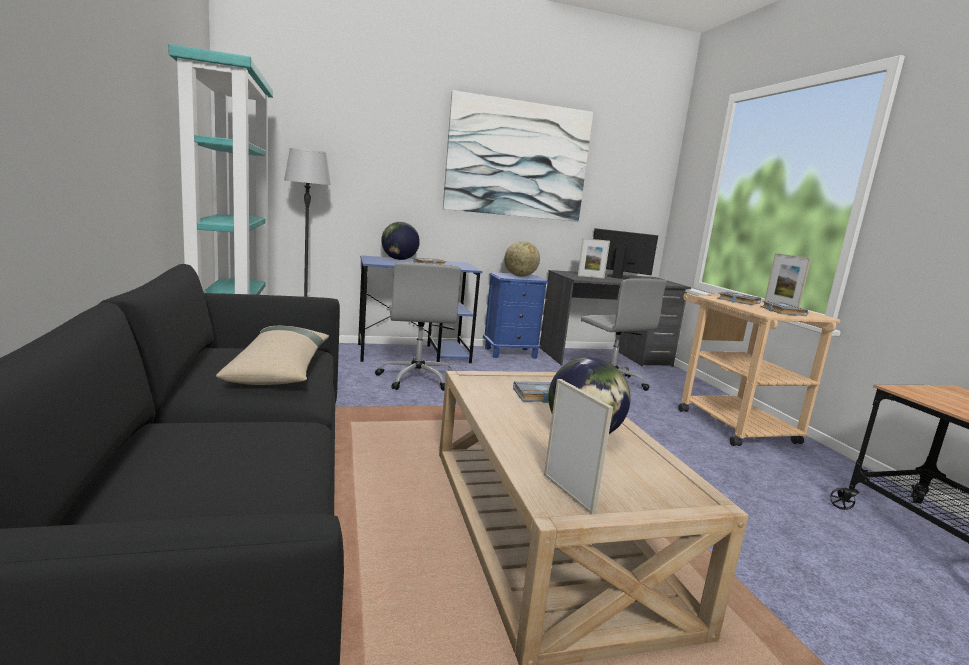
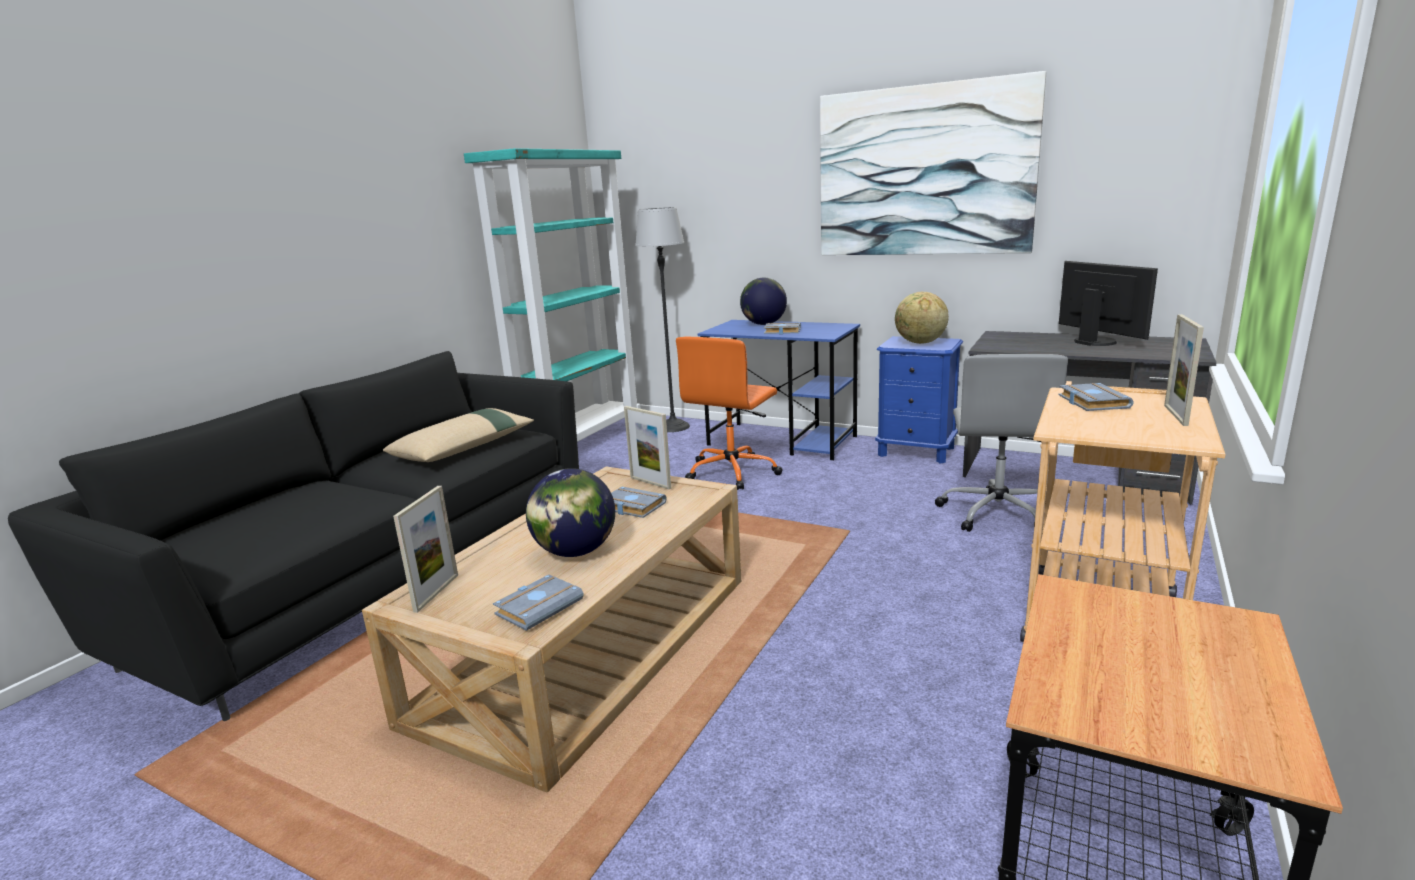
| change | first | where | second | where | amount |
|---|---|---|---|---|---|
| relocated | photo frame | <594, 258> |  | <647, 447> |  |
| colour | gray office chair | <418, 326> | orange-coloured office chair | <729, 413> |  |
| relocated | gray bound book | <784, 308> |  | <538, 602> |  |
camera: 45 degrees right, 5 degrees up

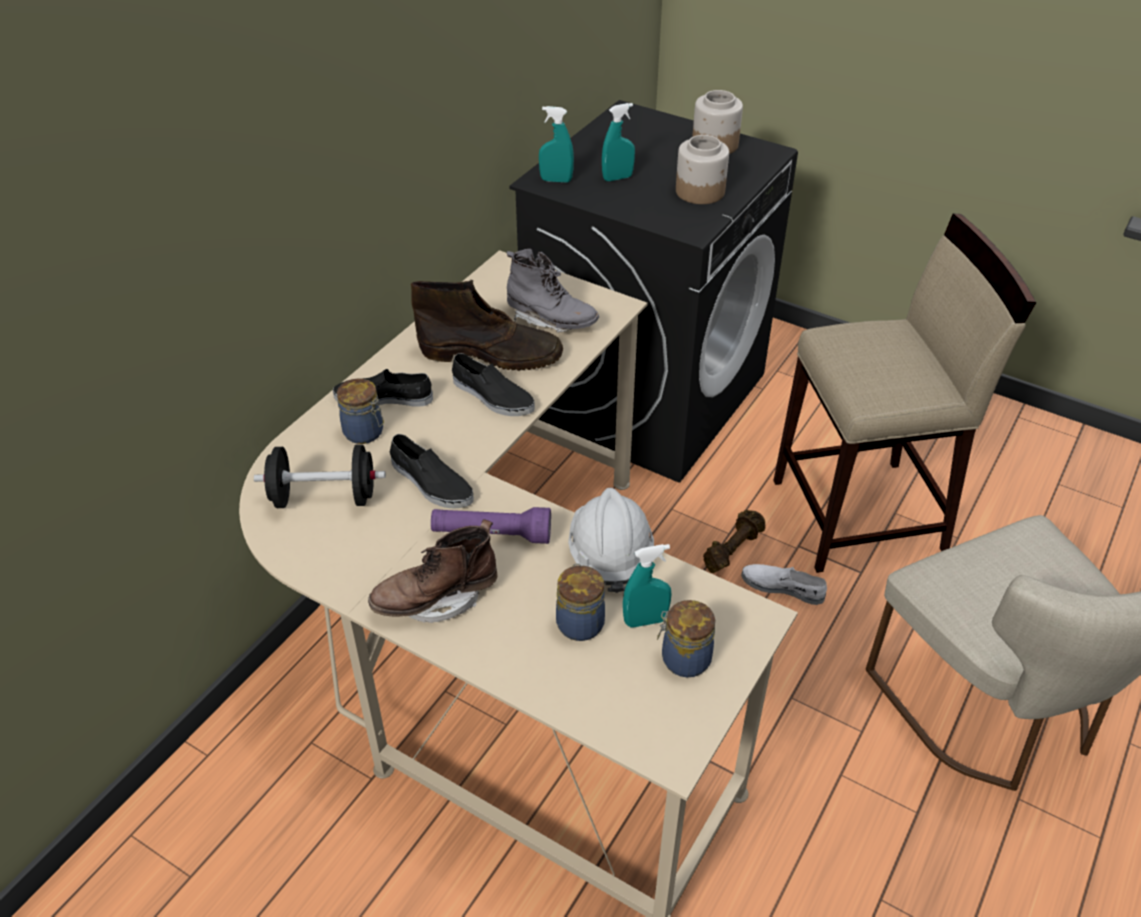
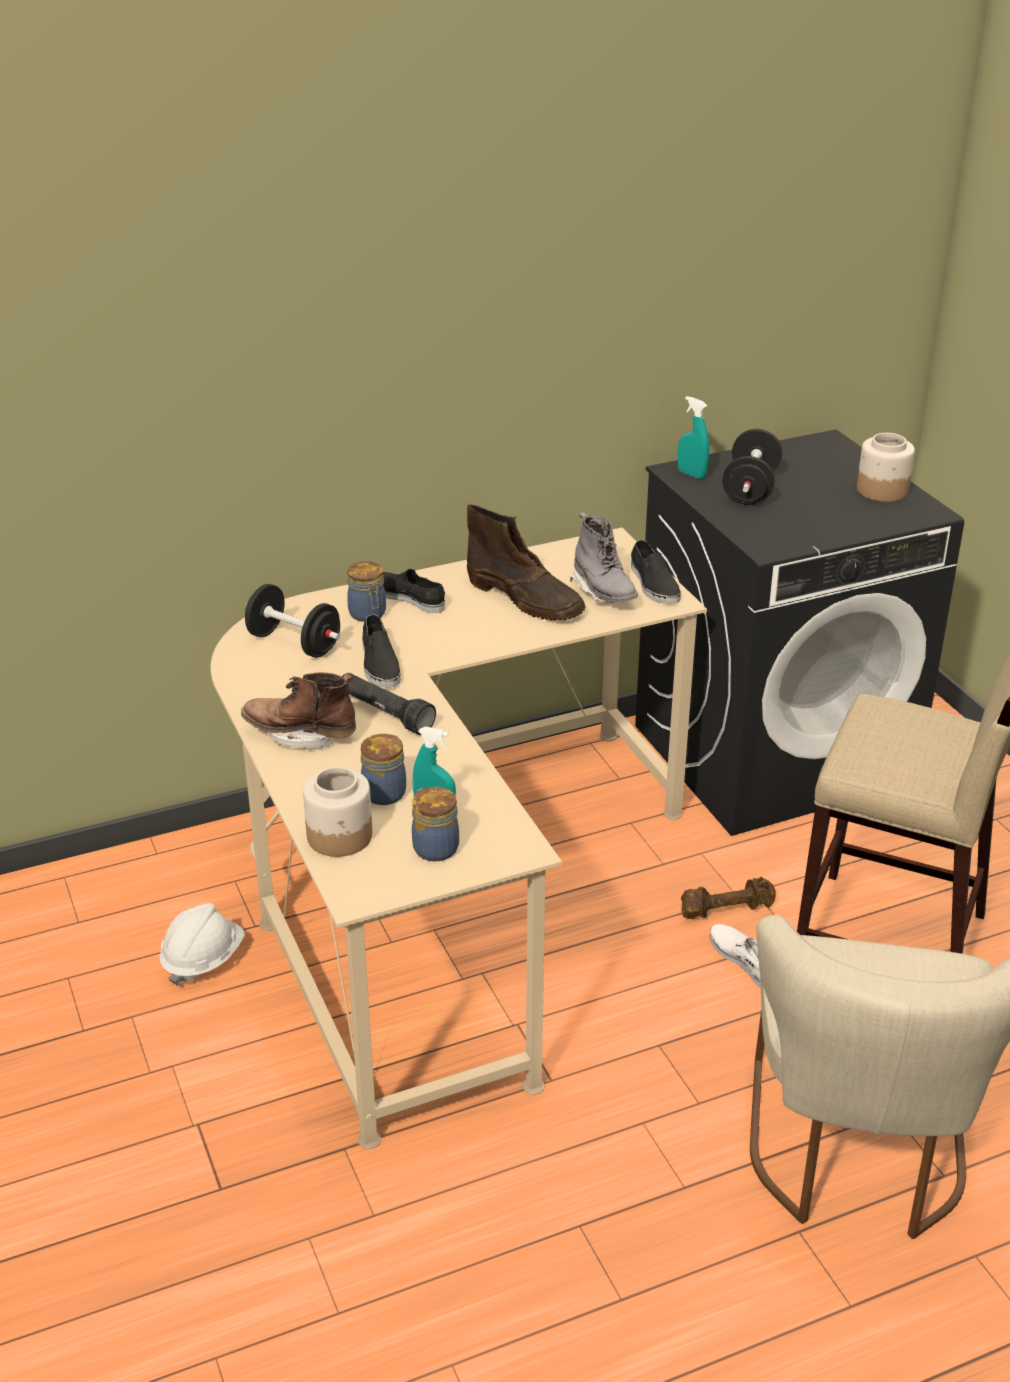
| change | first | where | second | where | amount |
|---|---|---|---|---|---|
| exchanged | turquoise hand sprayer | <618, 142> | blackish free weight | <752, 467> |  |
| relocated | jar | <702, 169> |  | <337, 812> |  |
| relocated | blackish shoe | <493, 384> |  | <656, 572> |  |
| relocated | white safety helmet | <611, 540> |  | <202, 944> |  |
| colour | purplish flashlight | <491, 525> | blackish flashlight | <389, 704> |  |
camera: 35 degrees right, 10 degrees down

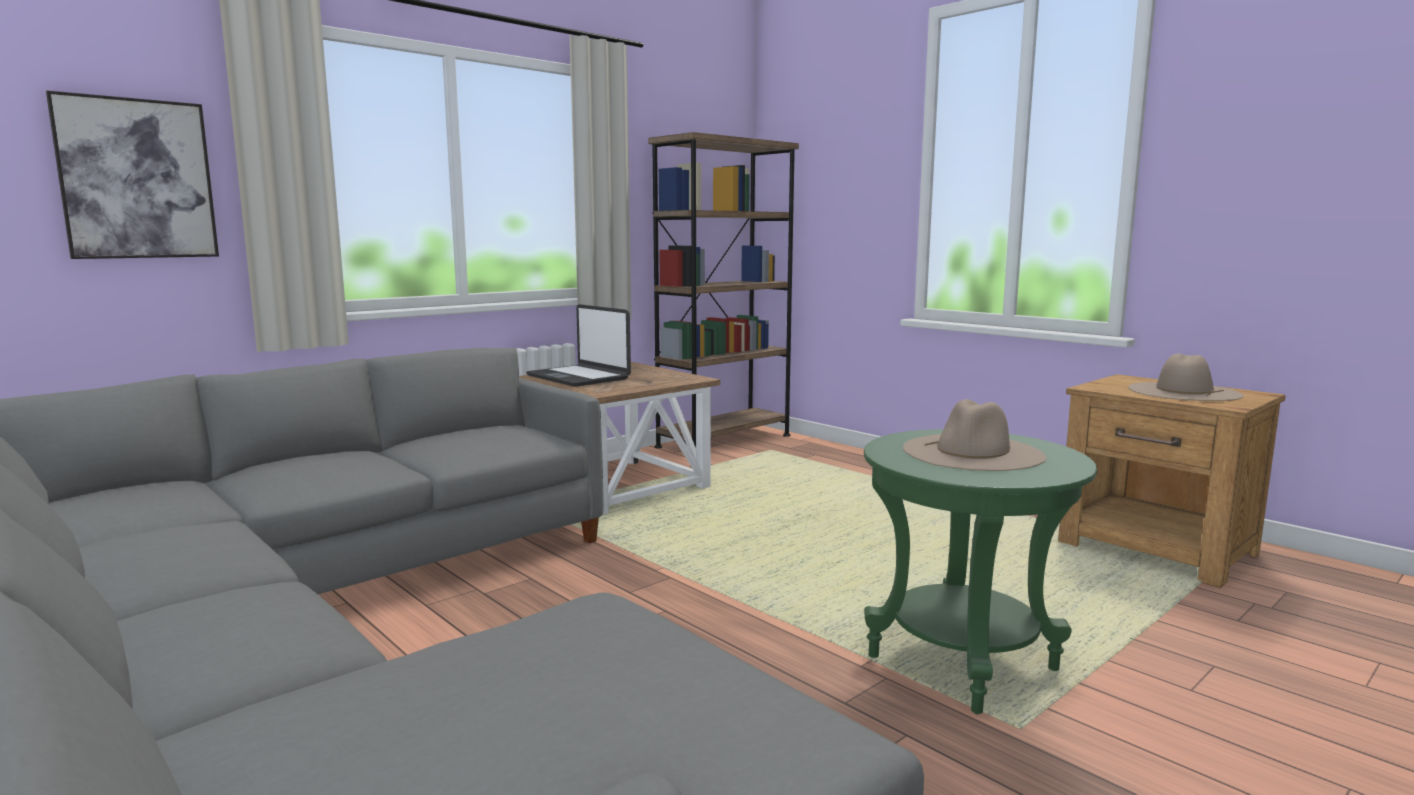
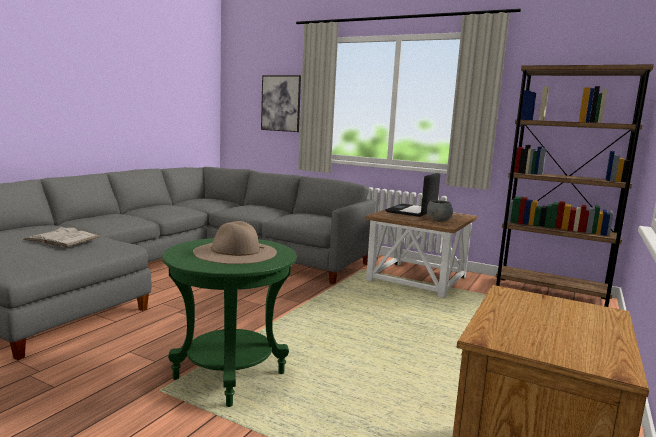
| change | first | where | second | where | amount |
|---|---|---|---|---|---|
| missing | sand-coloured hat | <1186, 377> |  |  |  |
| appeared |  |  | gray bowl | <440, 211> |  |
| appeared |  |  | white bound book | <61, 236> |  |
camera: 70 degrees right, 0 degrees up

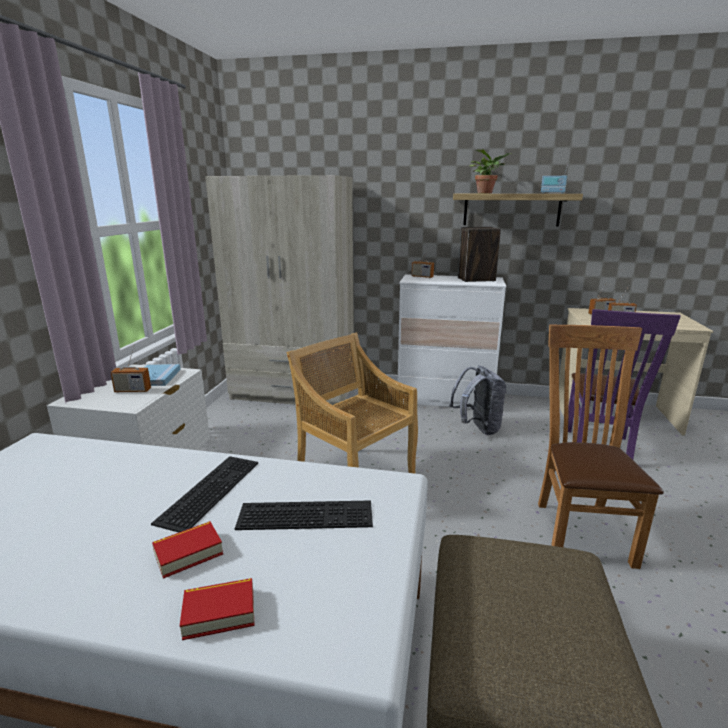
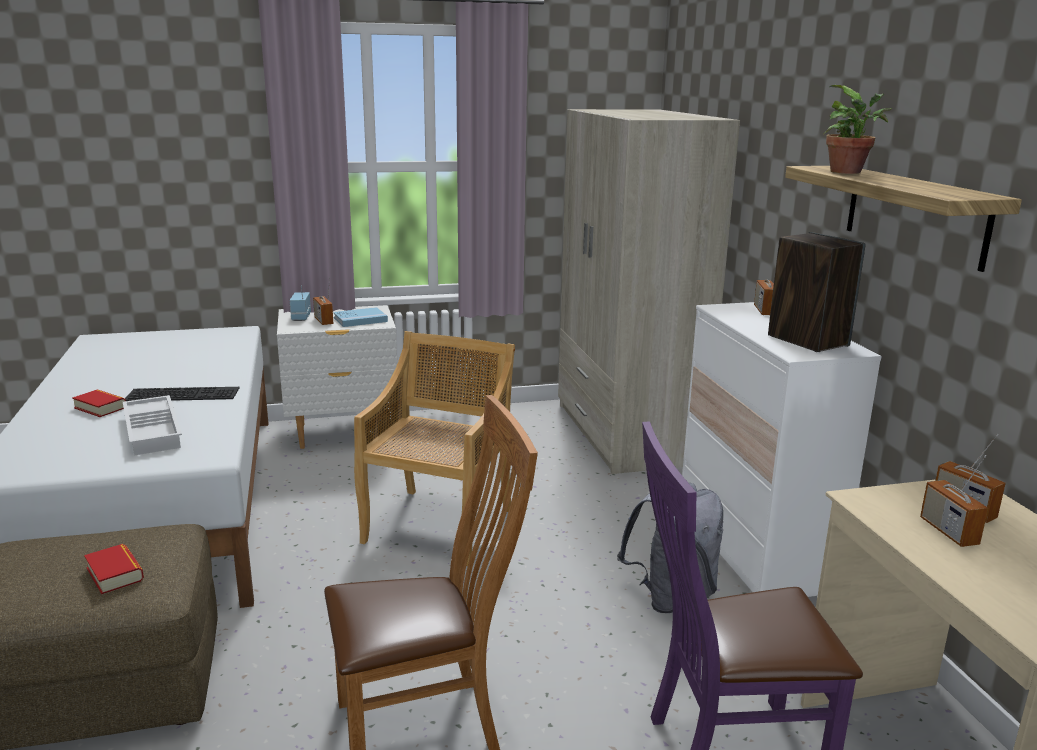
| change | first | where | second | where | amount |
|---|---|---|---|---|---|
| relocated | radio receiver | <554, 178> |  | <300, 303> |  |
| exchanged | computer keyboard | <304, 515> | white carrying tray | <152, 425> |  |
| relocated | bound book | <217, 609> |  | <114, 569> |  |
camera: 65 degrees right, 0 degrees up

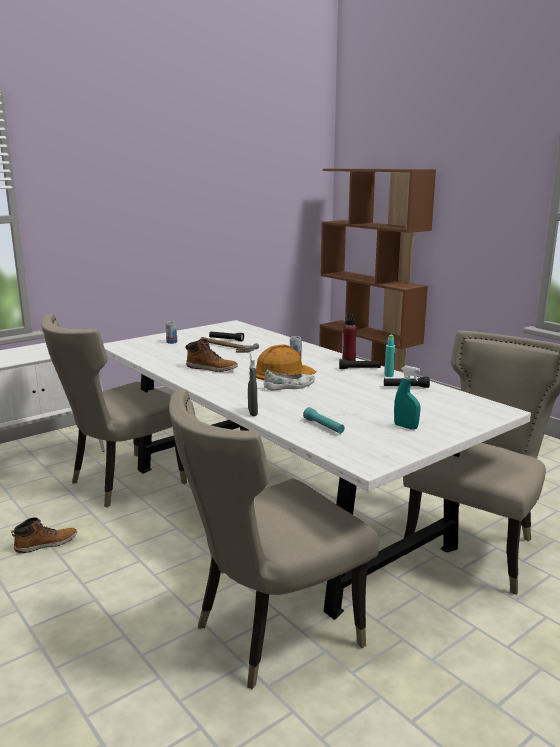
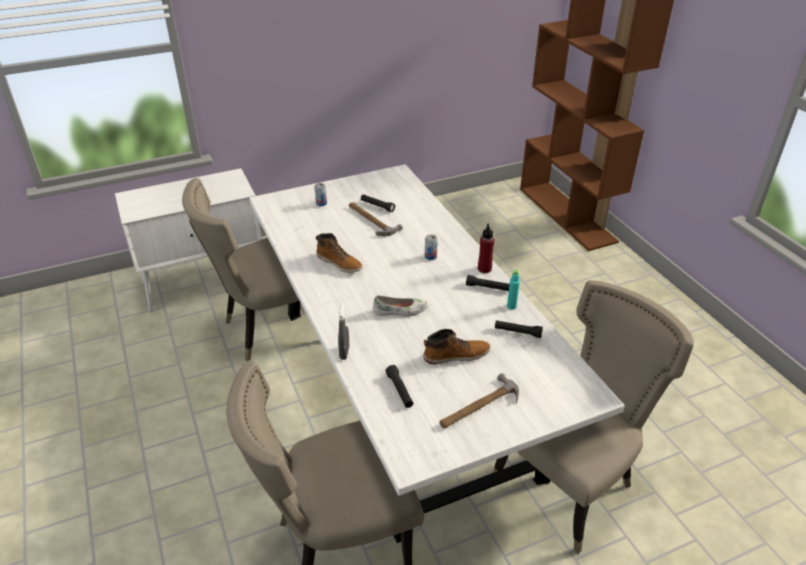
| change | first | where | second | where | amount |
|---|---|---|---|---|---|
| missing | orange-coloured safety helmet | <285, 362> |  |  |  |
| exchanged | turquoise hand sprayer | <407, 398> | hammer | <479, 400> |  |
| colour | turquoise flashlight | <324, 420> | blackish flashlight | <399, 386> |  |
| relocated | boot | <44, 535> |  | <456, 347> |  |
camera: 15 degrees right, 20 degrees up

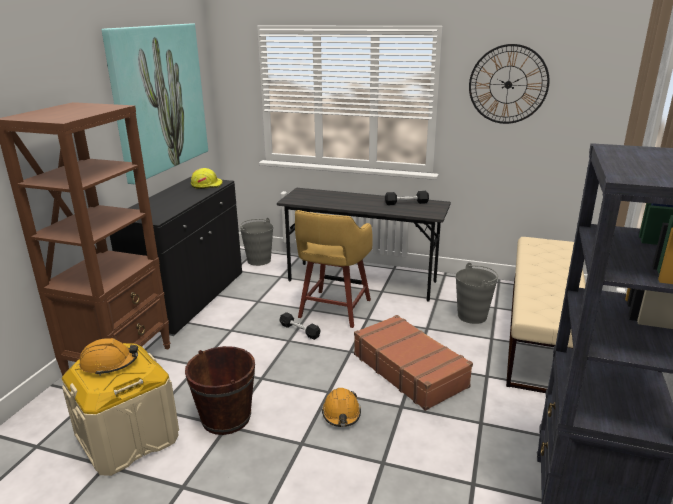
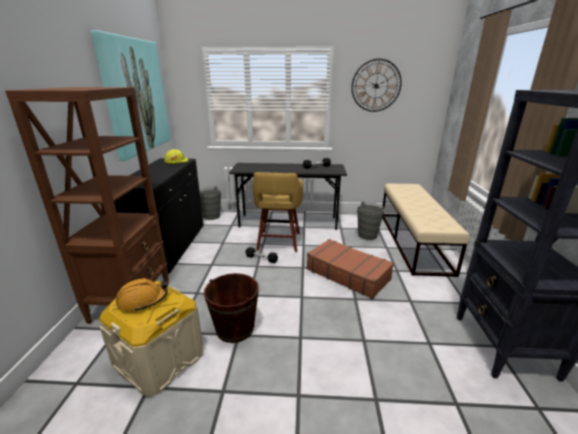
| change | first | where | second | where | amount |
|---|---|---|---|---|---|
| missing | orange-coloured safety helmet | <341, 407> |  |  |  |
camera: 15 degrees left, 0 degrees up

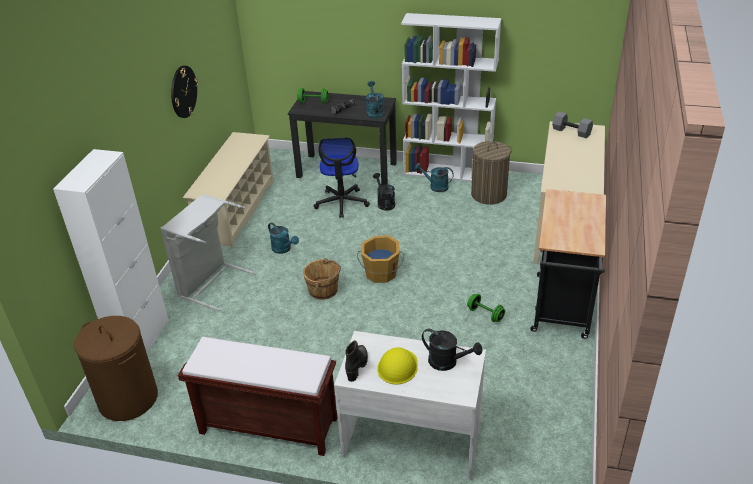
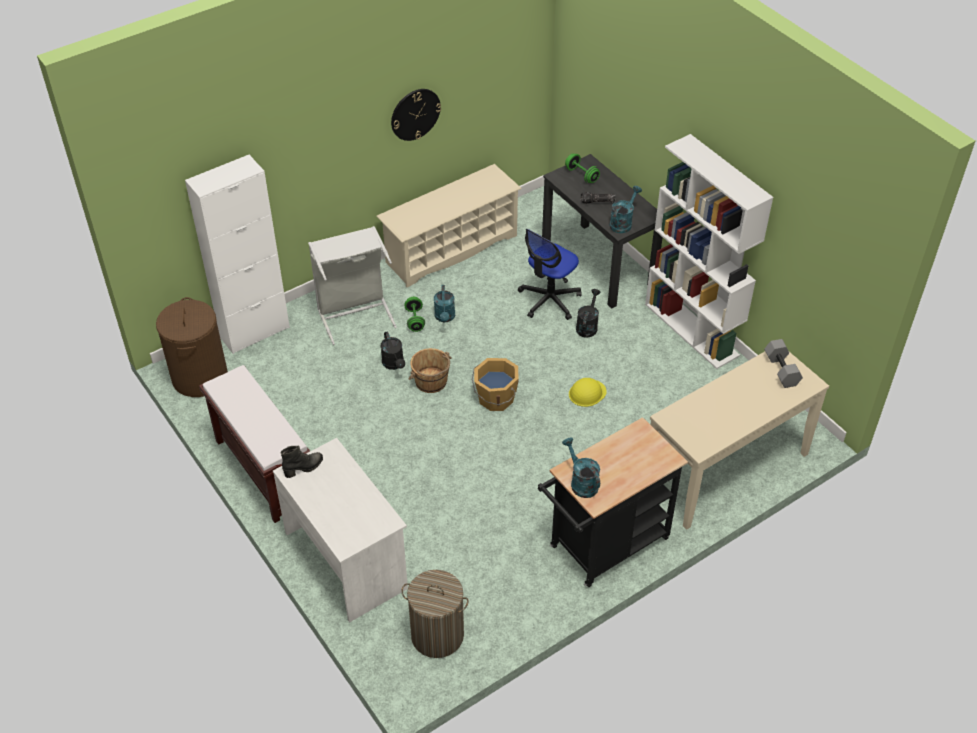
| change | first | where | second | where | amount |
|---|---|---|---|---|---|
| relocated | hamper | <491, 173> |  | <435, 614> |  |
| relocated | turquoise watering can | <434, 177> |  | <581, 467> |  |
| relocated | greenish free weight | <486, 308> |  | <414, 314> |  |
| relocated | blackish watering can | <452, 350> |  | <393, 350> |  |
| relocated | yellow safety helmet | <397, 365> |  | <588, 392> |  |
camera: 40 degrees right, 10 degrees up

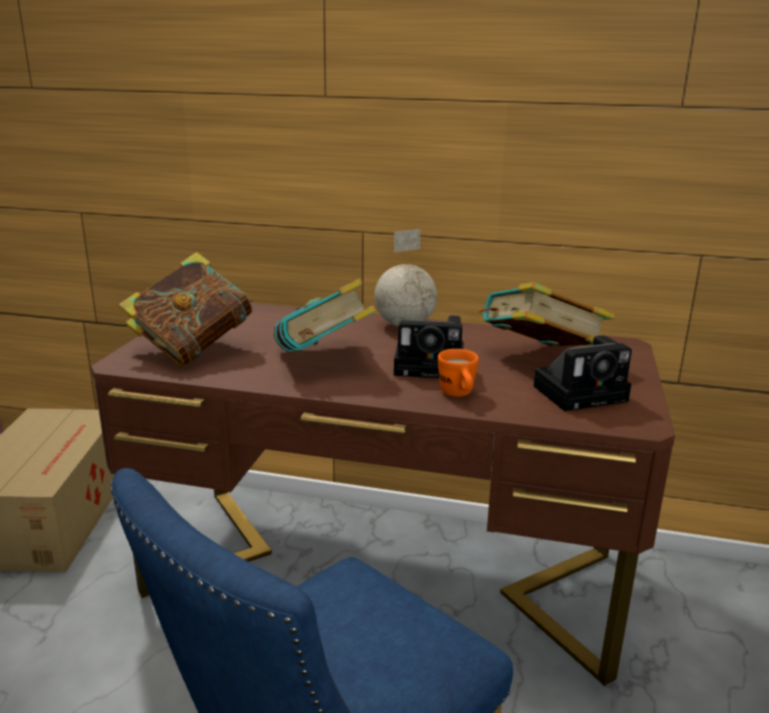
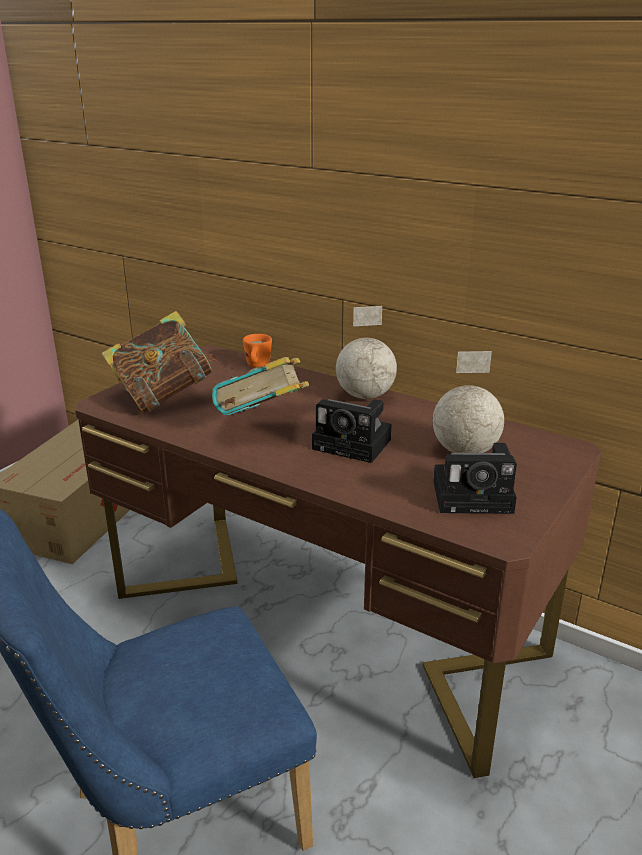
| change | first | where | second | where | amount |
|---|---|---|---|---|---|
| exchanged | bound book | <547, 314> | globe | <468, 402> |  |
| relocated | orange-coloured mug | <458, 373> |  | <257, 351> |  |
camera: 20 degrees right, 5 degrees up

